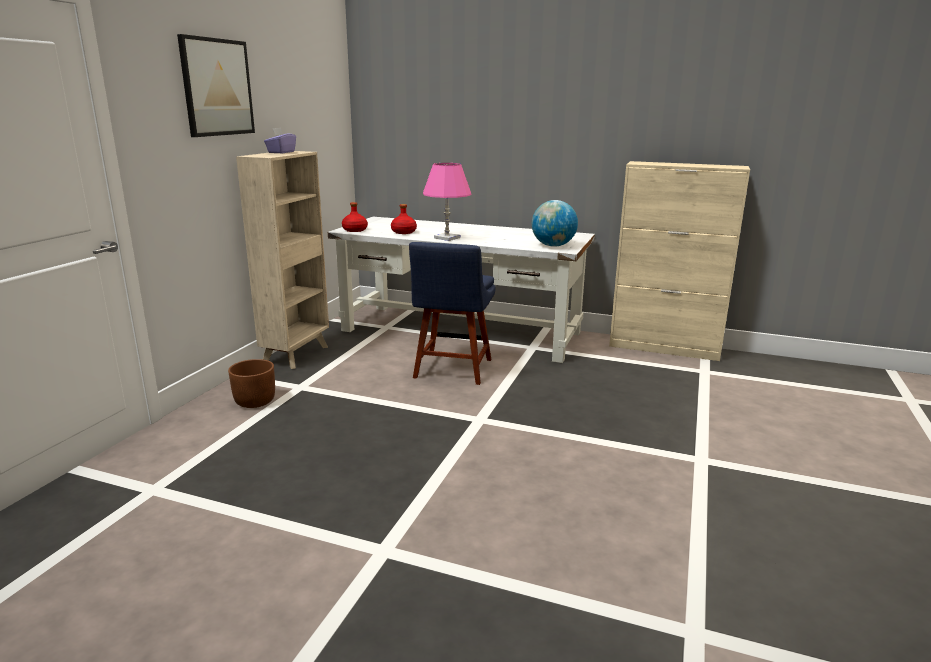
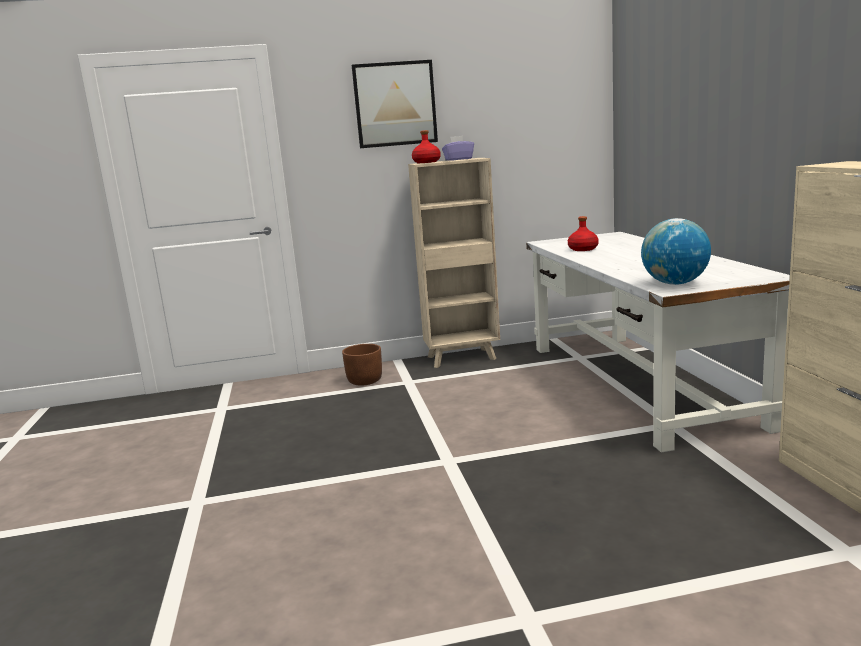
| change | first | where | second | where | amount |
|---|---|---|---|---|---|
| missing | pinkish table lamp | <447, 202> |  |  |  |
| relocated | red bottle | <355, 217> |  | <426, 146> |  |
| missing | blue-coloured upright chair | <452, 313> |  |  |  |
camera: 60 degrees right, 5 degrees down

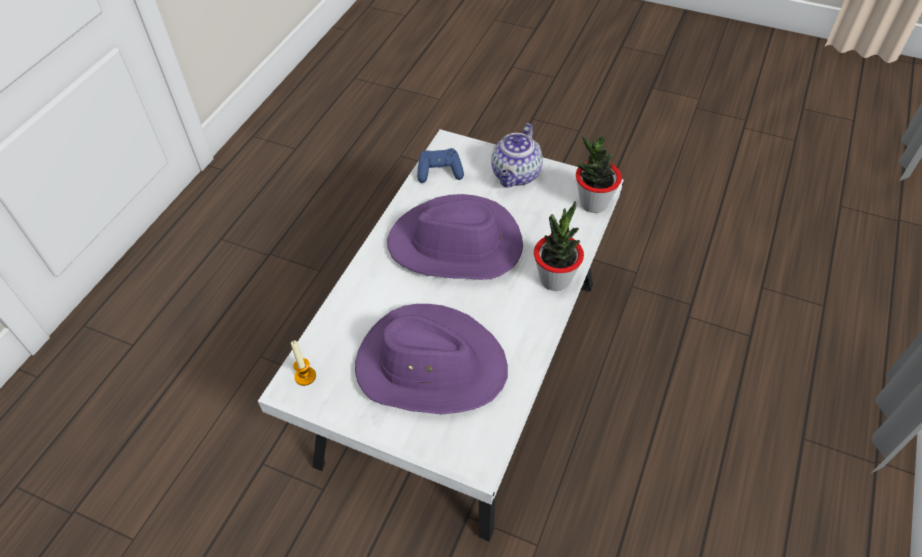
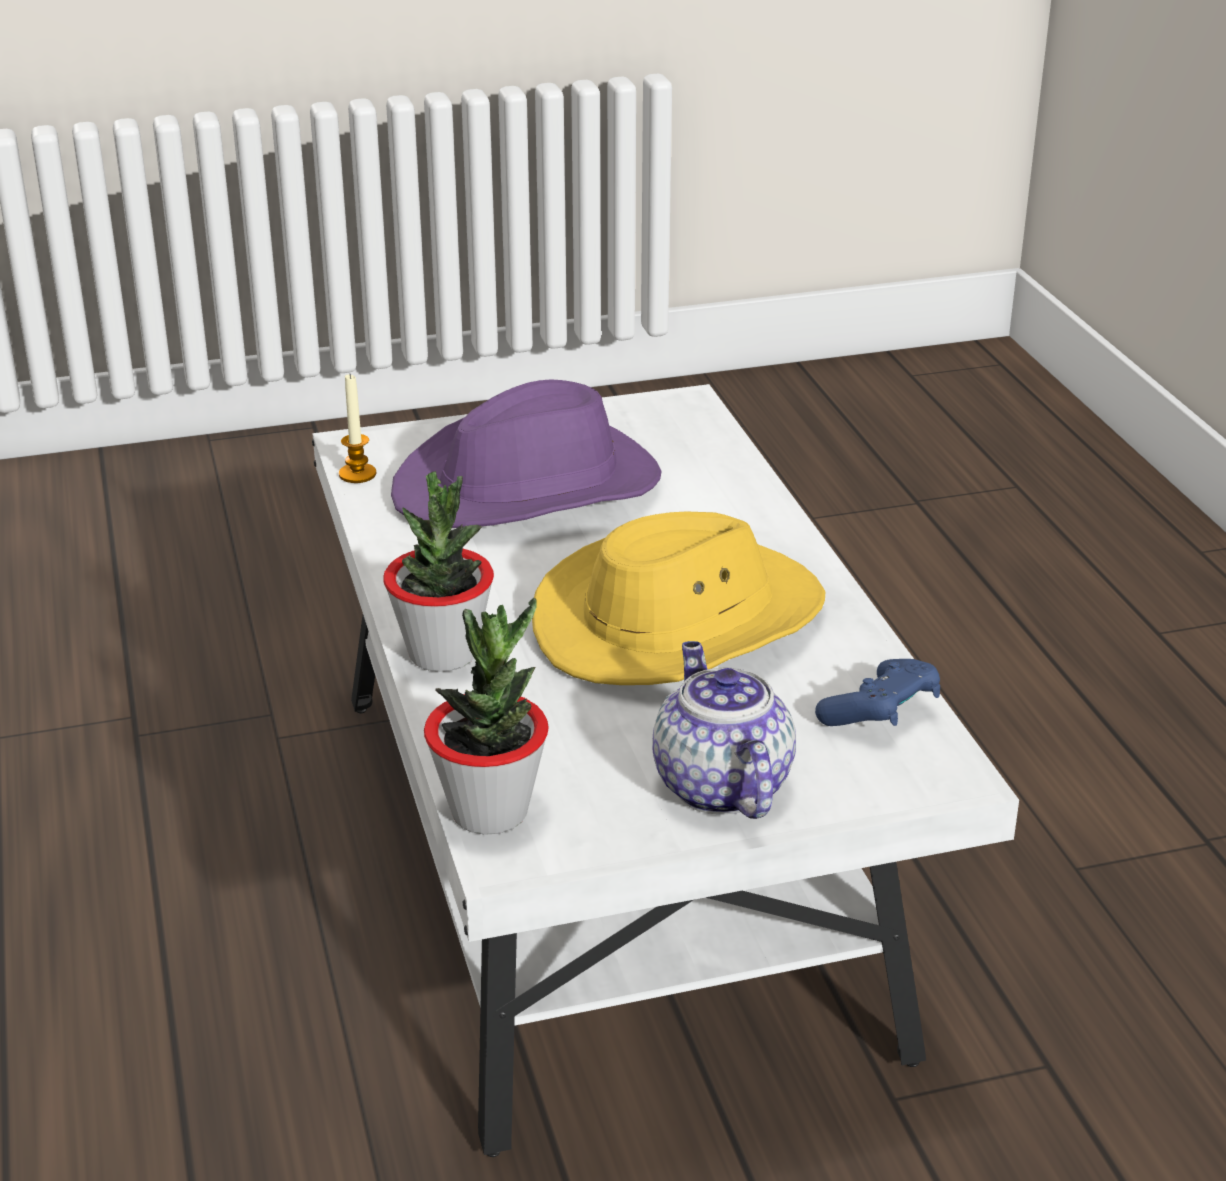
| change | first | where | second | where | amount |
|---|---|---|---|---|---|
| colour | purplish hat | <455, 237> | yellow hat | <678, 598> |  |
| relocated | wax light | <303, 363> |  | <357, 428> |  |
camera: 140 degrees right, 20 degrees down

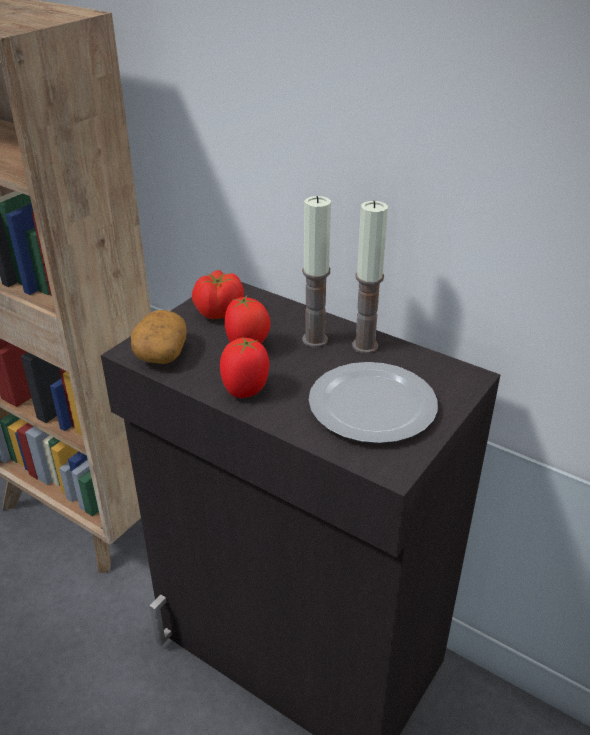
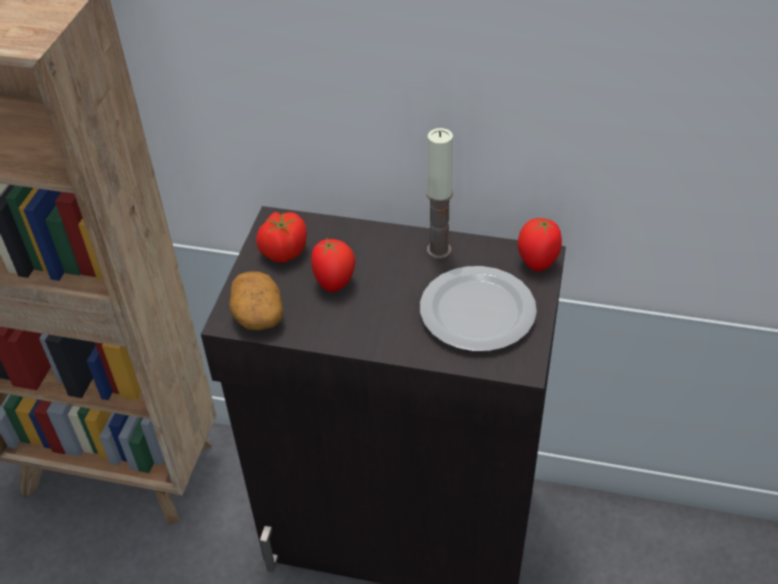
| change | first | where | second | where | amount |
|---|---|---|---|---|---|
| missing | wax light | <316, 271> |  |  |  |
| relocated | fresh tomato | <244, 368> |  | <540, 245> |  |
camera: 20 degrees left, 10 degrees up

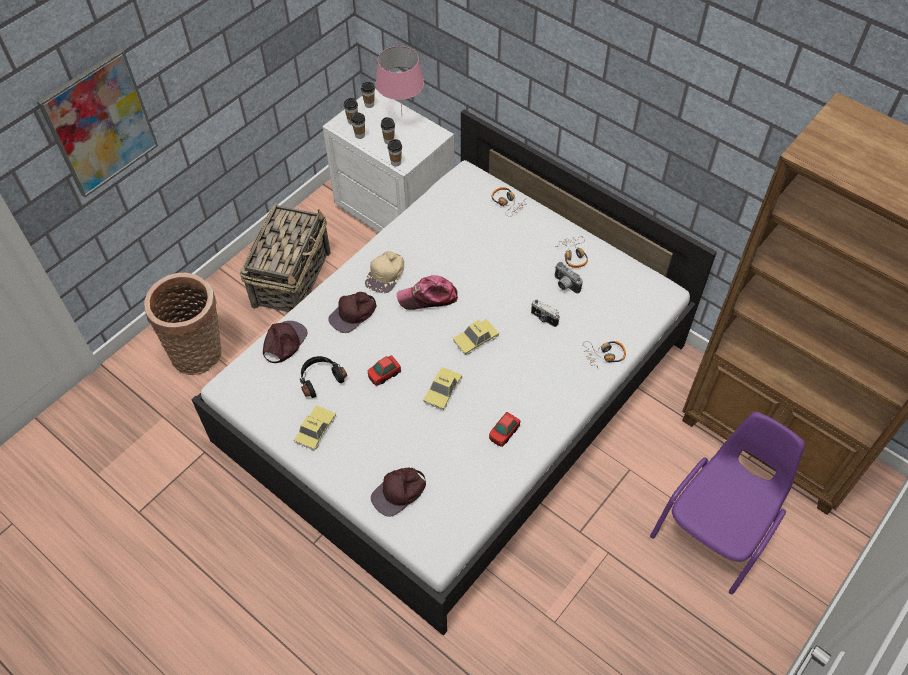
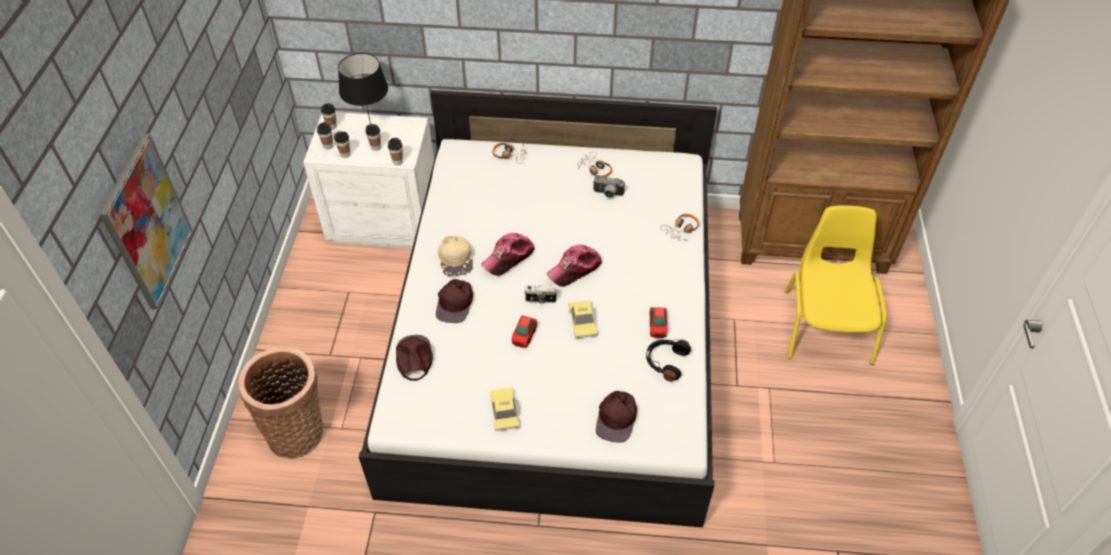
| change | first | where | second | where | amount |
|---|---|---|---|---|---|
| colour | pinkish table lamp | <399, 79> | blackish table lamp | <363, 88> |  |
| missing | household basket | <285, 258> |  |  |  |
| relocated | still camera | <545, 313> |  | <541, 294> |  |
| exchanged | model car | <476, 337> | peaked cap | <574, 266> |  |
| relocated | blackish headset | <323, 377> |  | <668, 360> |  |
| colour | purplish upright chair | <727, 503> | yellow upright chair | <836, 285> |  |
camera: 35 degrees left, 5 degrees down

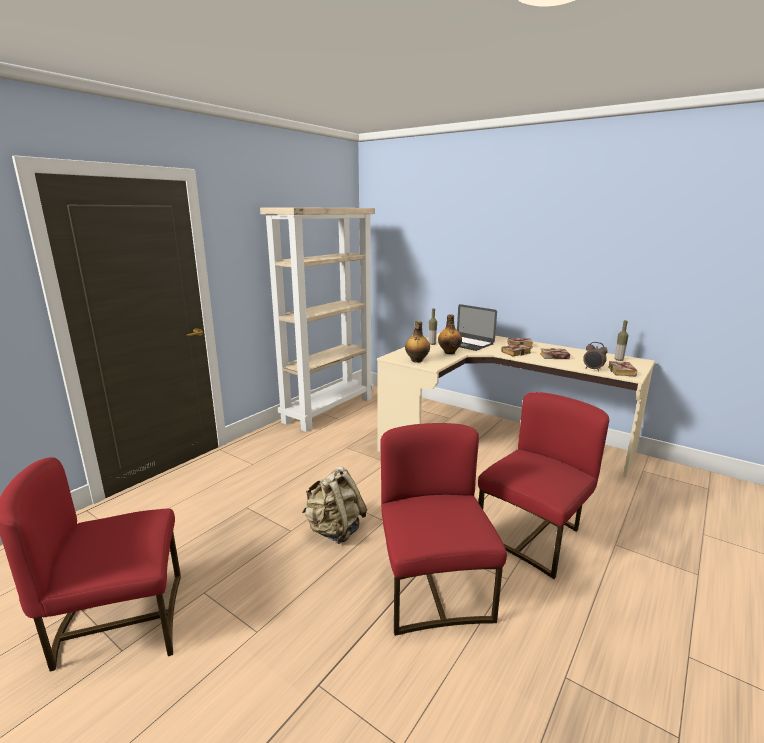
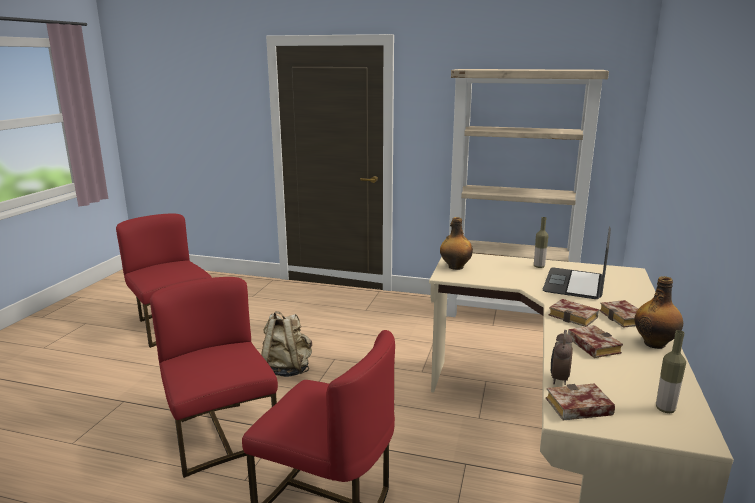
| change | first | where | second | where | amount |
|---|---|---|---|---|---|
| relocated | bottle | <450, 334> |  | <658, 312> |  |
| spun | red upright chair | <444, 529> |  | <214, 377> | 90 degrees counterclockwise |
camera: 70 degrees right, 0 degrees up

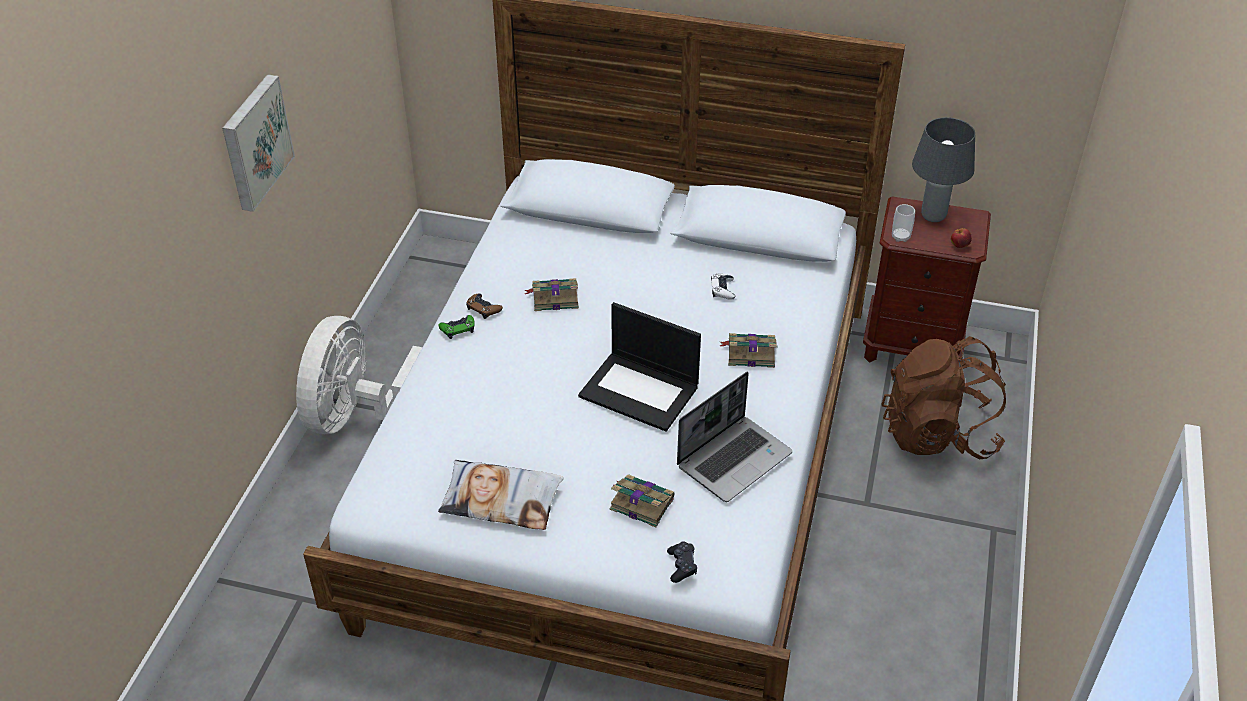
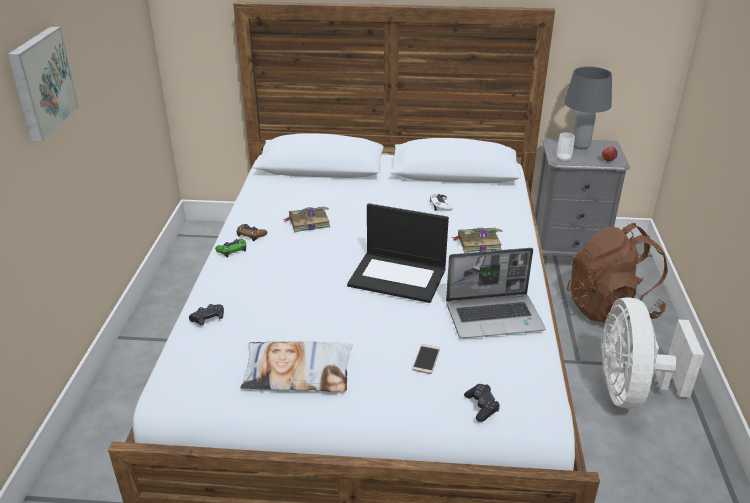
| change | first | where | second | where | amount |
|---|---|---|---|---|---|
| colour | brownish nightstand | <927, 279> | gray nightstand | <582, 201> |  |
| relocated | white cooling fan | <359, 375> |  | <652, 353> |  |
| spun | notebook computer | <734, 436> |  | <496, 293> | 45 degrees clockwise |
| exchanged | bound book | <642, 500> | handset | <426, 359> |  |
| appeared |  |  | blackish joypad | <206, 315> |  |
camera: 10 degrees left, 10 degrees down

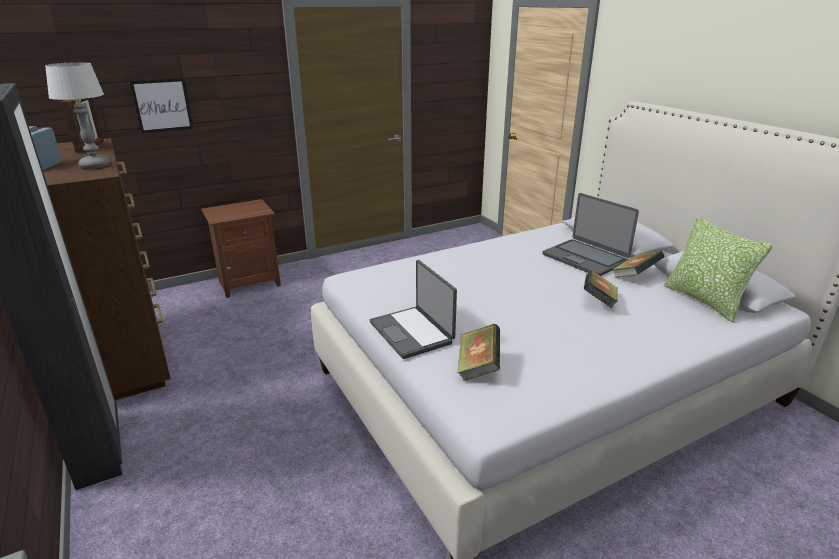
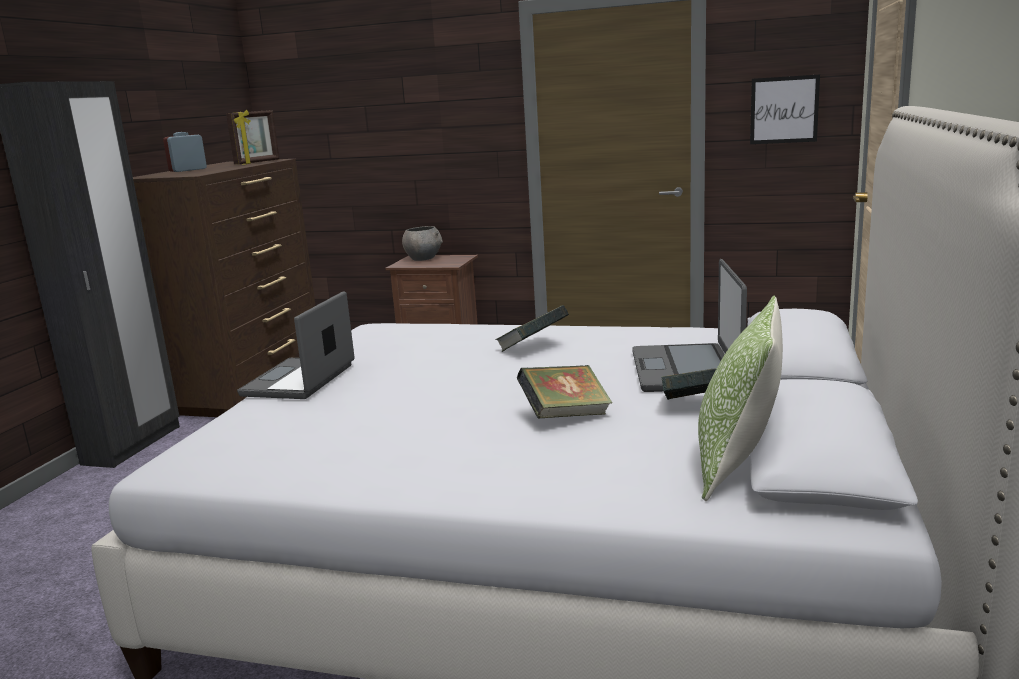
| change | first | where | second | where | amount |
|---|---|---|---|---|---|
| missing | table lamp | <78, 115> |  |  |  |
| relocated | wall picture | <161, 106> |  | <785, 109> |  |
| relocated | bound book | <479, 352> |  | <532, 328> |  |
| appeared |  |  | gray bowl | <422, 243> |  |
camera: 45 degrees right, 10 degrees down

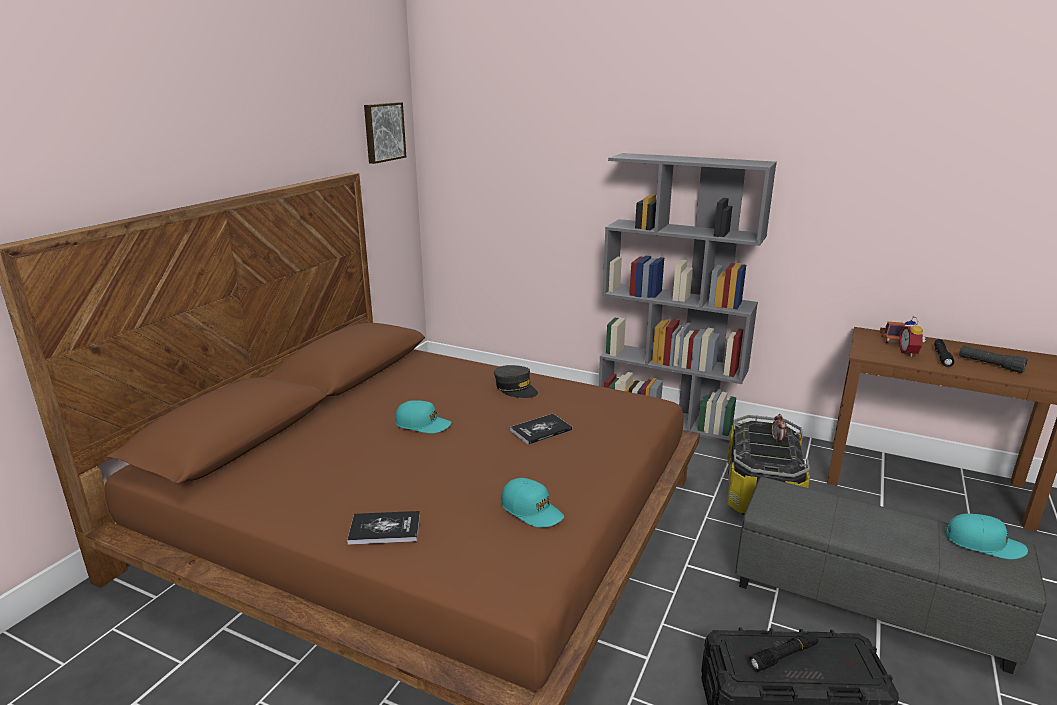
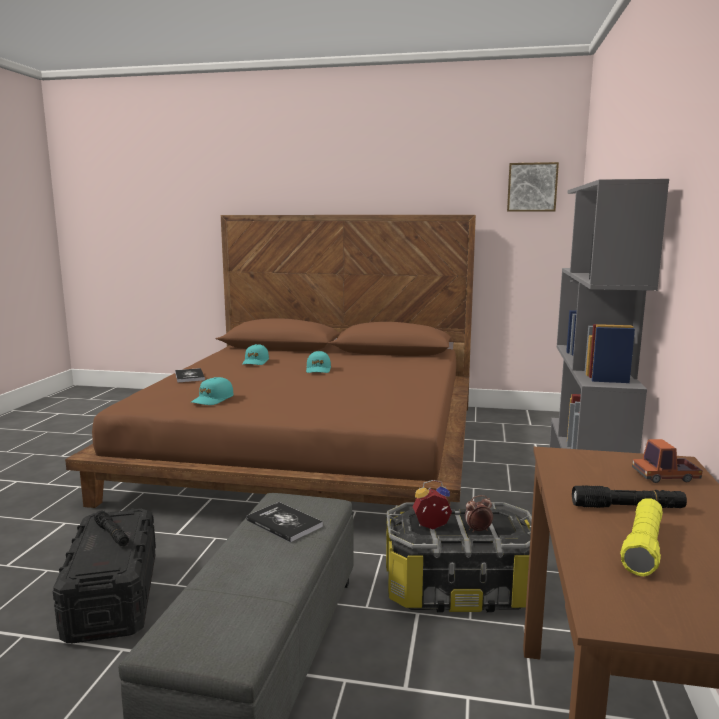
| change | first | where | second | where | amount |
|---|---|---|---|---|---|
| relocated | bedside clock | <912, 337> |  | <432, 505> |  |
| colour | blackish flashlight | <993, 359> | yellow flashlight | <641, 537> |  |
| missing | gray peaked cap | <516, 381> |  |  |  |
| relocated | bound book | <541, 429> |  | <284, 522> |  |
| relocated | turquoise peaked cap | <986, 536> |  | <255, 354> |  |
camera: 75 degrees right, 10 degrees down

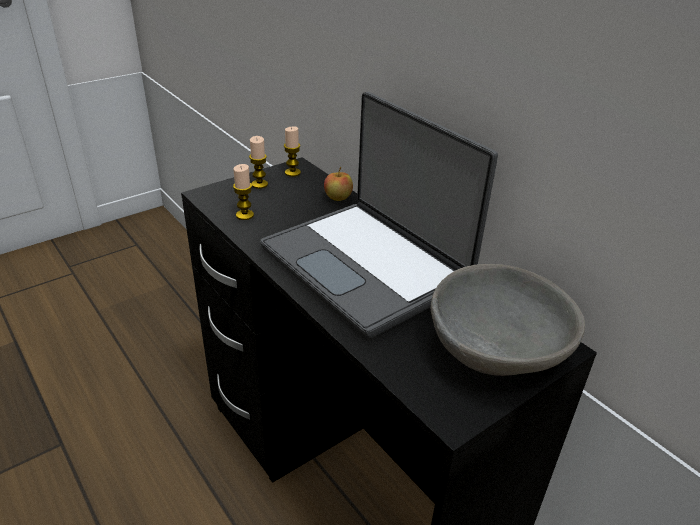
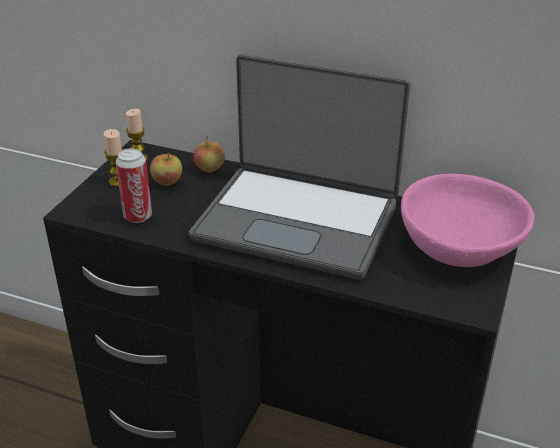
| change | first | where | second | where | amount |
|---|---|---|---|---|---|
| exchanged | wax light | <243, 192> | can | <134, 185> |  |
| colour | gray bowl | <508, 320> | pinkish bowl | <467, 220> |  |
| appeared |  |  | apple fruit | <166, 169> |  |
camera: 30 degrees left, 0 degrees up

